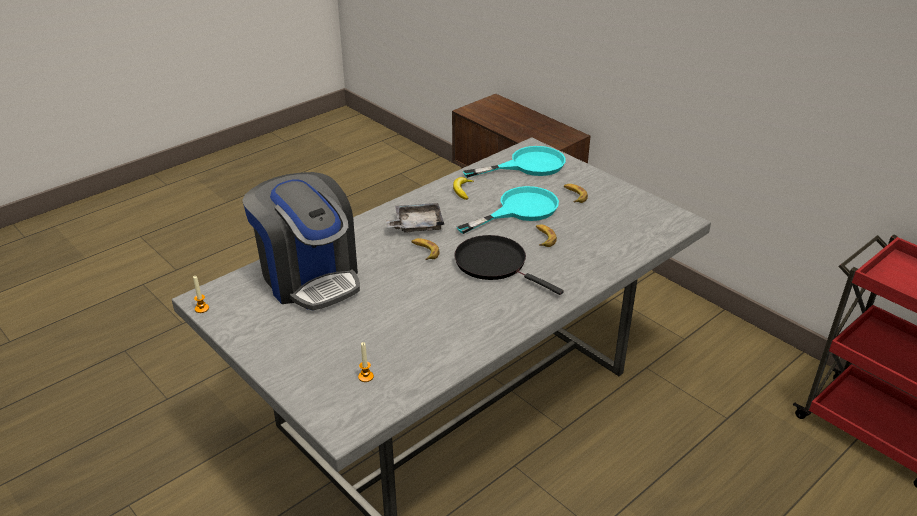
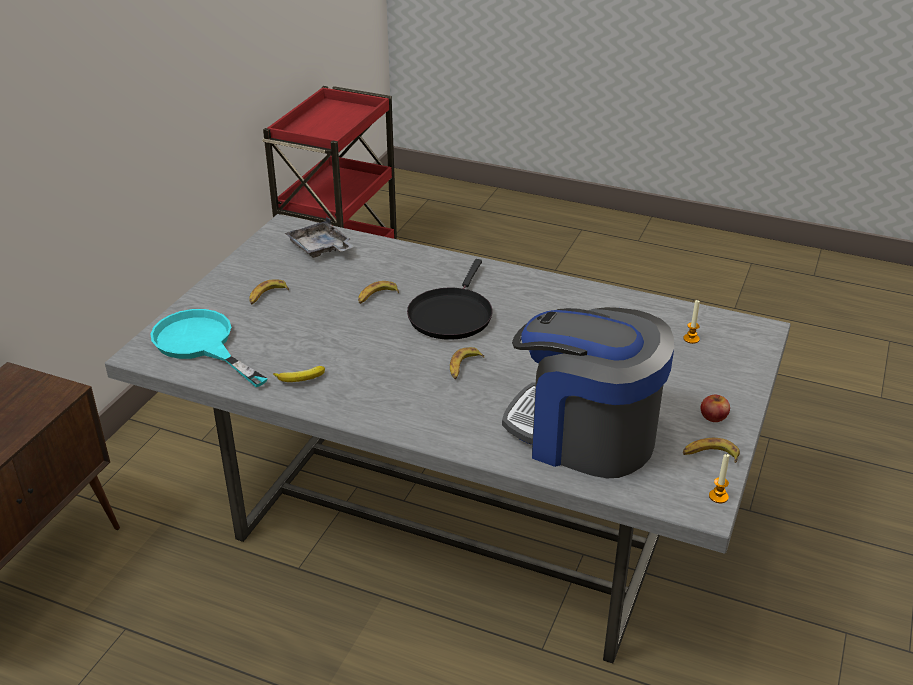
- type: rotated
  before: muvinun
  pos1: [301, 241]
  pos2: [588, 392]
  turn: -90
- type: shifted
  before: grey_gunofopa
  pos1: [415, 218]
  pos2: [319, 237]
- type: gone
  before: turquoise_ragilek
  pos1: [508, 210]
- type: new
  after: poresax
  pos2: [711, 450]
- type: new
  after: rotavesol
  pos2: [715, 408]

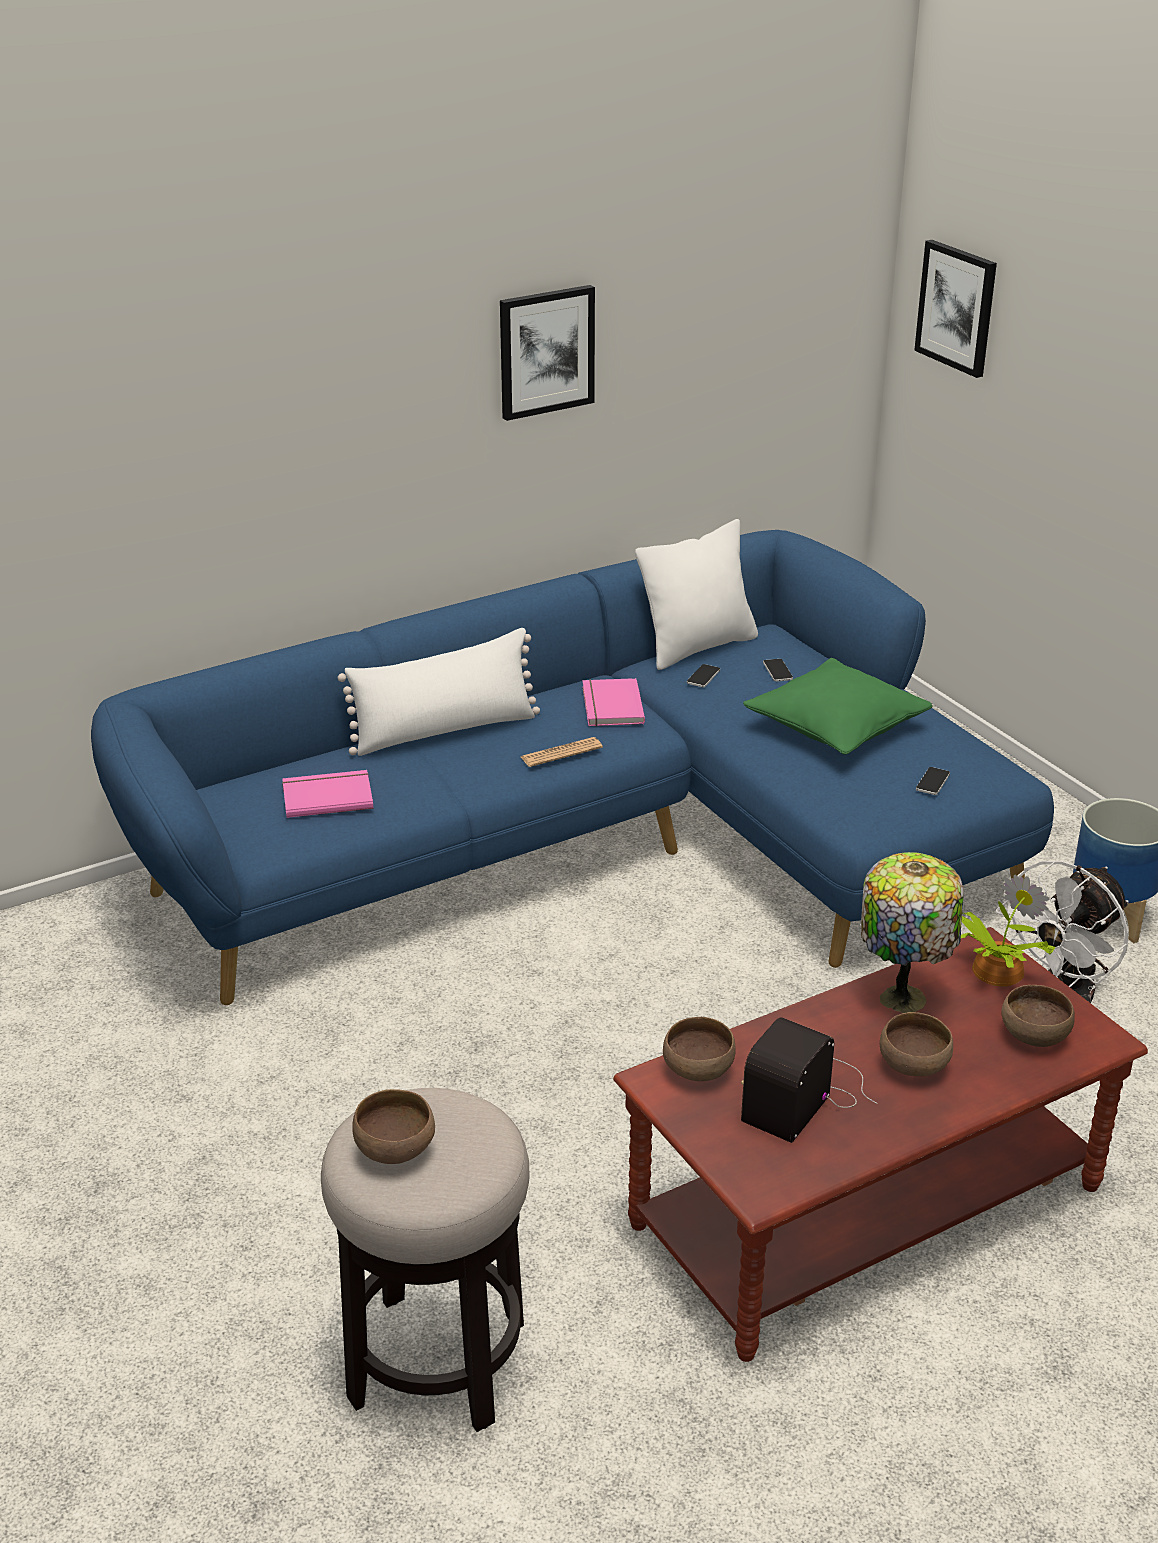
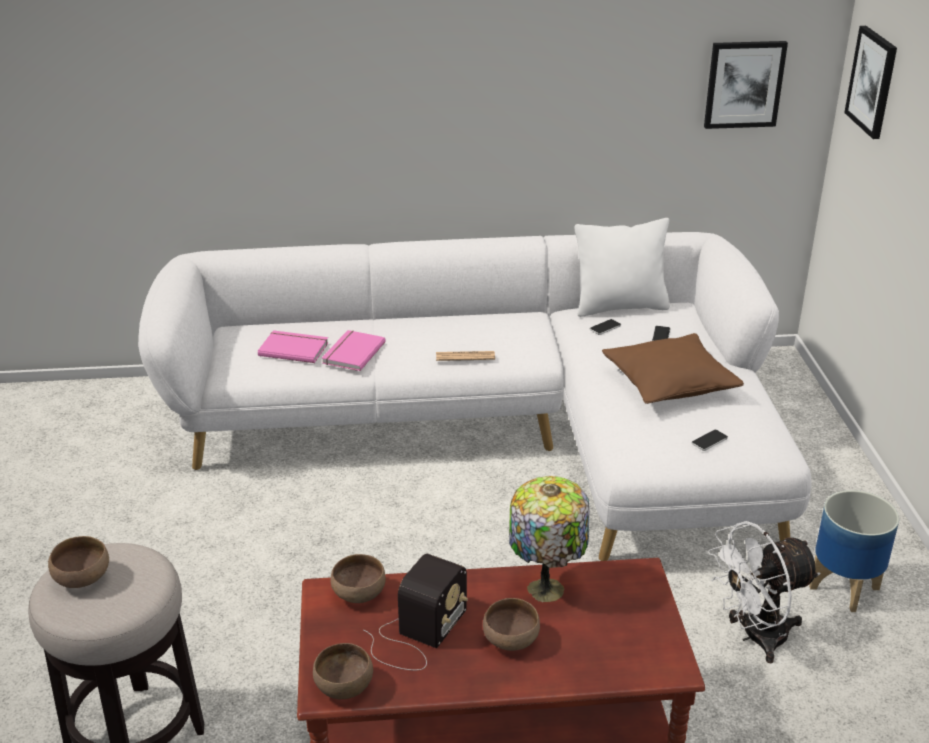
- type: repainted
  before: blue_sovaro
  after: white_sovaro
  pos1: [572, 767]
  pos2: [475, 396]
- type: gone
  before: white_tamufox
  pos1: [439, 692]
- type: shifted
  before: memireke
  pos1: [547, 353]
  pos2: [746, 85]
- type: shifted
  before: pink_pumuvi
  pos1: [613, 702]
  pos2: [353, 350]
- type: rotated
  before: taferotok
  pos1: [809, 1080]
  pos2: [415, 612]
  turn: 150
- type: repainted
  before: green_tamufox
  after: brown_tamufox
  pos1: [837, 706]
  pos2: [673, 368]
- type: gone
  before: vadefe
  pos1: [1008, 930]
- type: shifted
  before: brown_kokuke
  pos1: [1038, 1016]
  pos2: [343, 671]

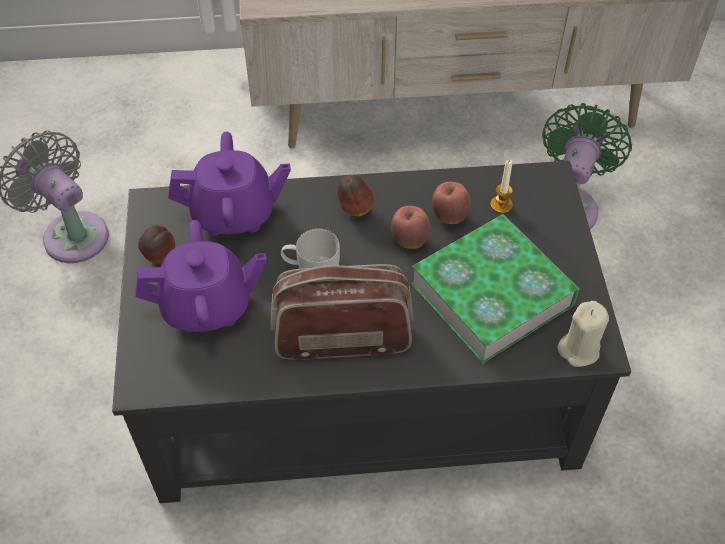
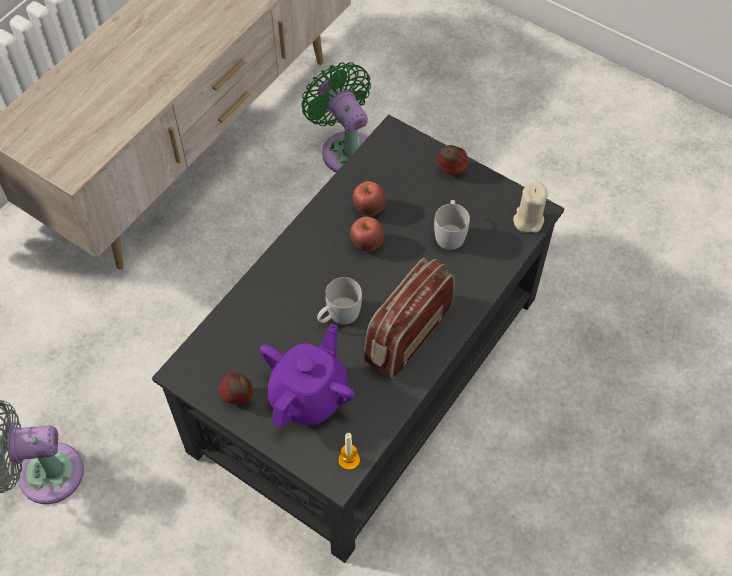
- type: gone
  before: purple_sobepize
  pos1: [229, 184]
- type: shifted
  before: rotavesol
  pos1: [355, 195]
  pos2: [453, 160]
- type: swapped
  before: pumuvi
  after: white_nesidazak
  pos1: [495, 289]
  pos2: [452, 225]
- type: shifted
  before: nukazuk
  pos1: [501, 187]
  pos2: [349, 451]

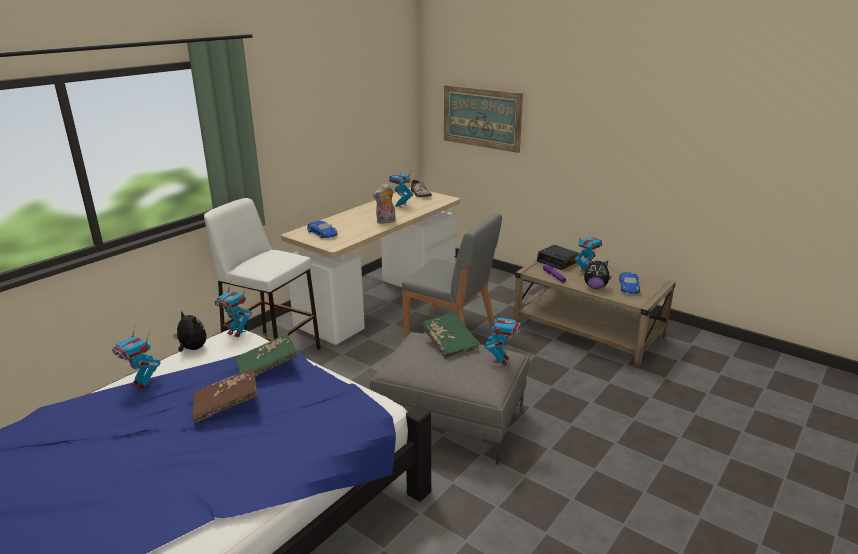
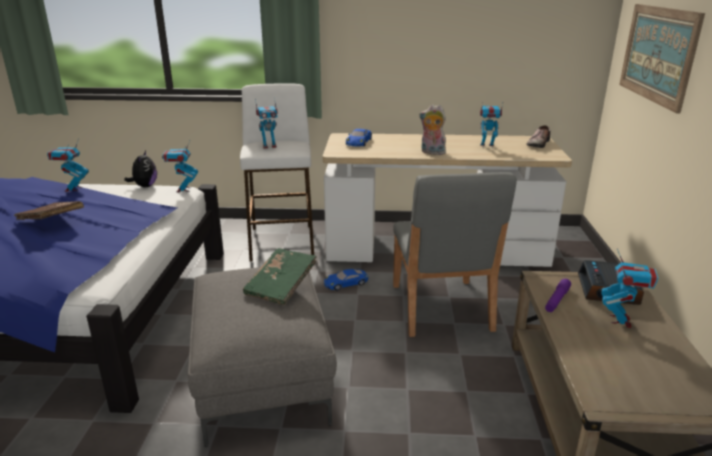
- type: gone
  before: green_pumuvi
  pos1: [266, 355]
- type: shifted
  before: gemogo
  pos1: [503, 337]
  pos2: [266, 123]
- type: gone
  before: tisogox
  pos1: [598, 274]
- type: shifted
  before: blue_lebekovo
  pos1: [629, 283]
  pos2: [346, 280]

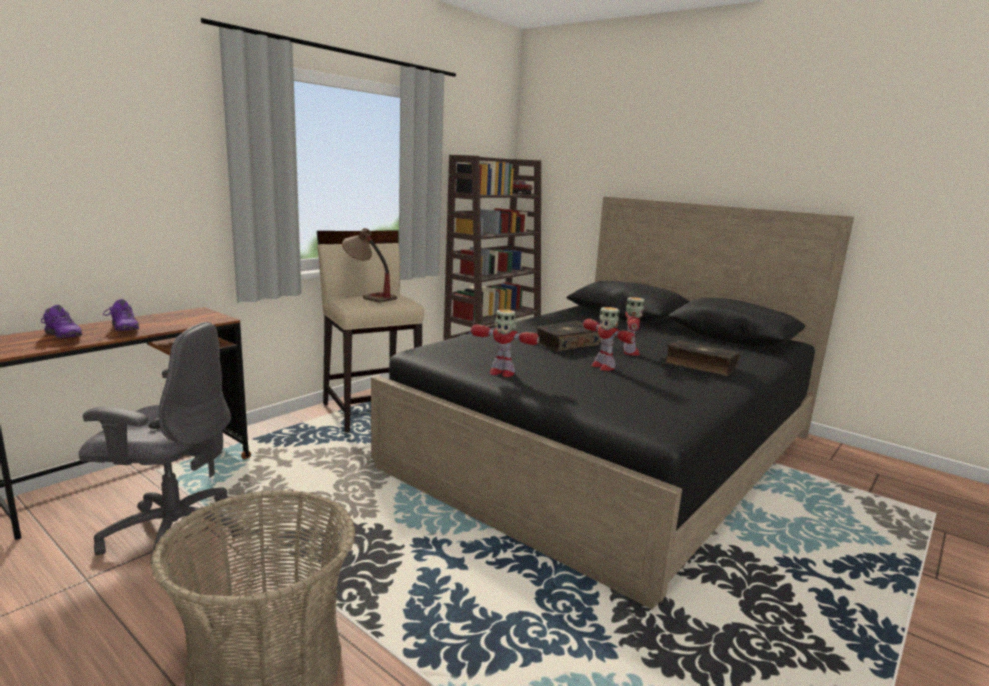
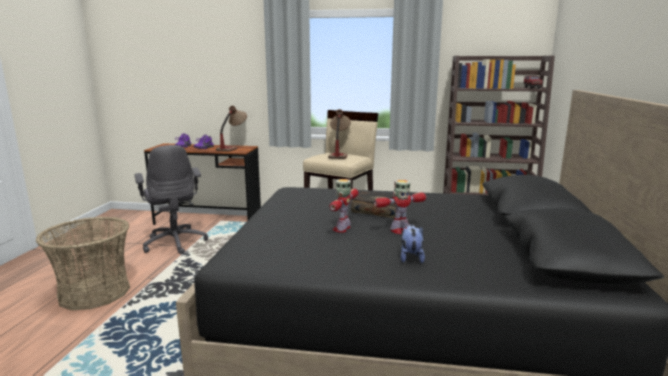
- type: gone
  before: gemogo
  pos1: [505, 343]
- type: swapped
  before: pumuvi
  after: tisogox
  pos1: [702, 358]
  pos2: [413, 243]
- type: new
  after: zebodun
  pos2: [231, 129]

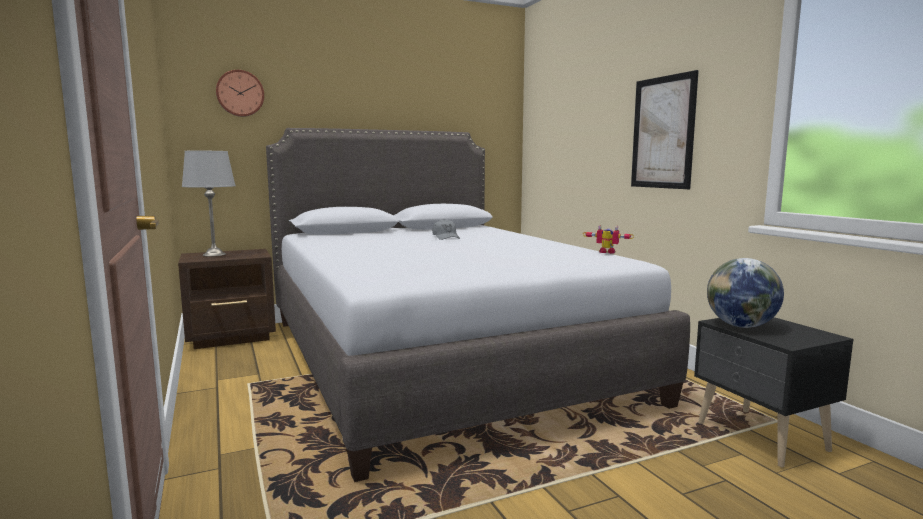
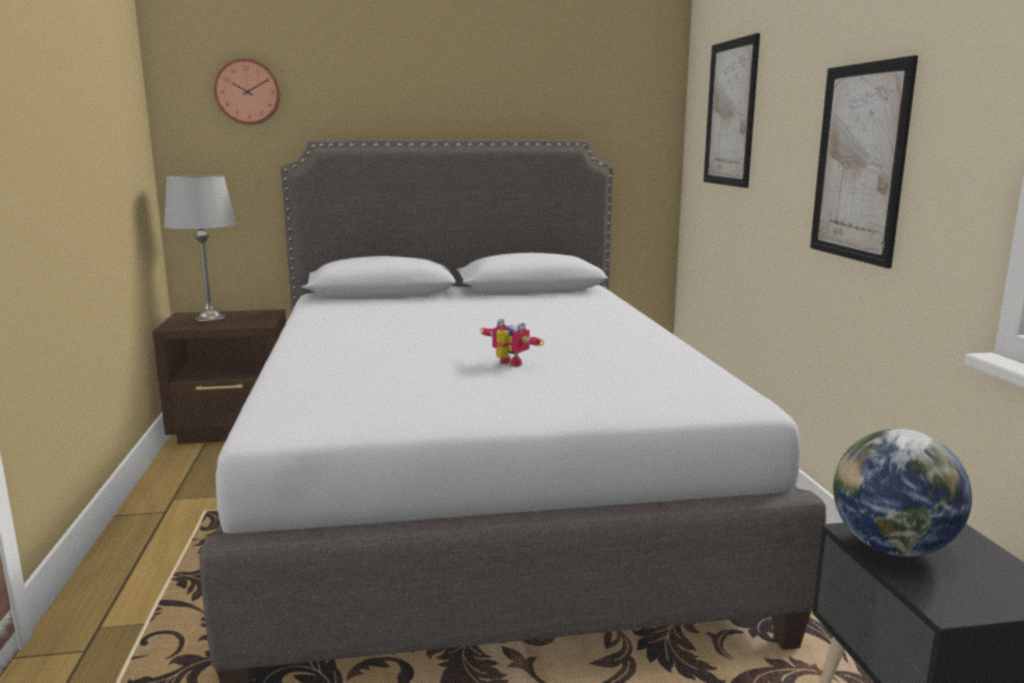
- type: gone
  before: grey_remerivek
  pos1: [446, 229]
- type: shifted
  before: gemogo
  pos1: [608, 239]
  pos2: [512, 342]
- type: new
  after: memireke
  pos2: [731, 110]

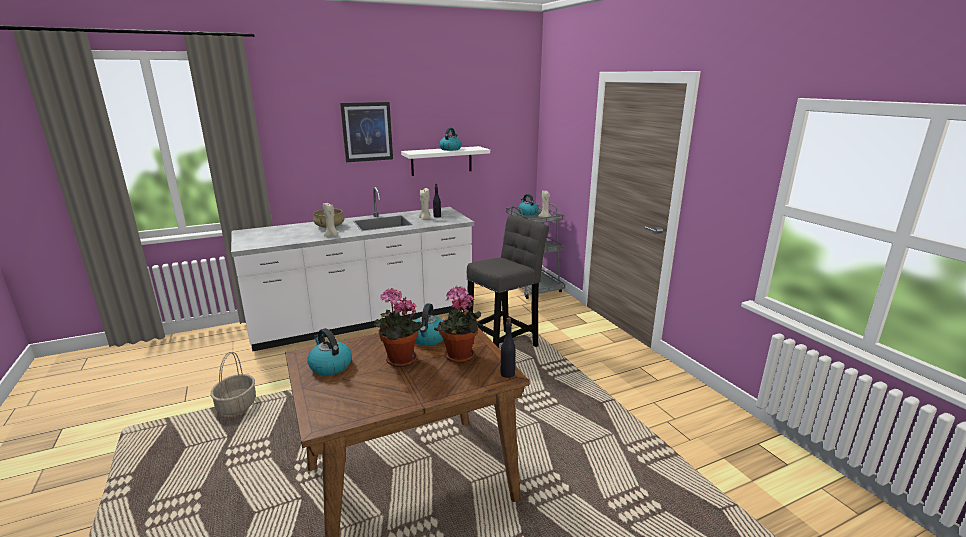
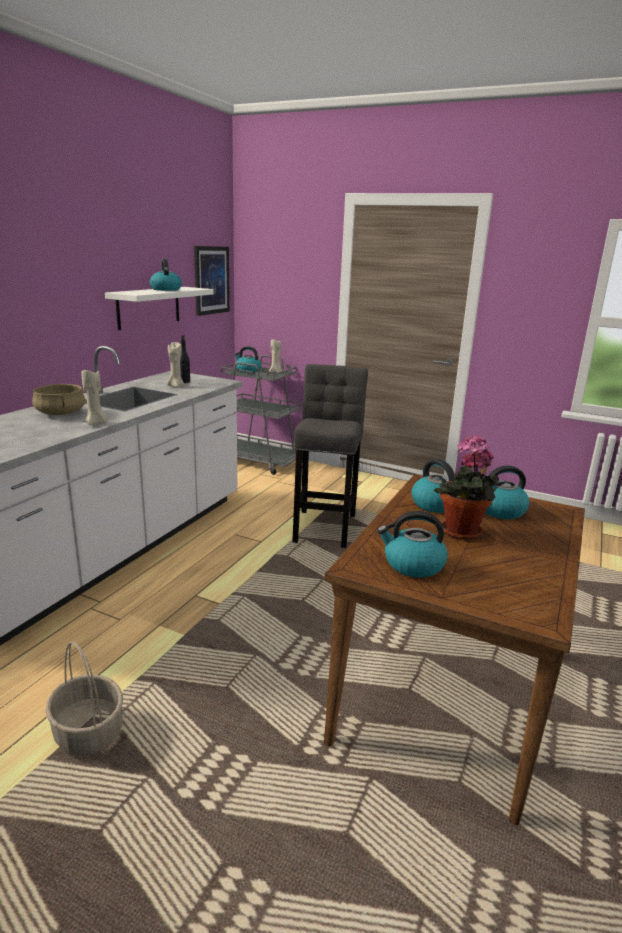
- type: shifted
  before: memireke
  pos1: [366, 132]
  pos2: [212, 281]
- type: swapped
  before: vadefe
  after: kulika
  pos1: [457, 324]
  pos2: [507, 492]
- type: gone
  before: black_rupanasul
  pos1: [508, 347]

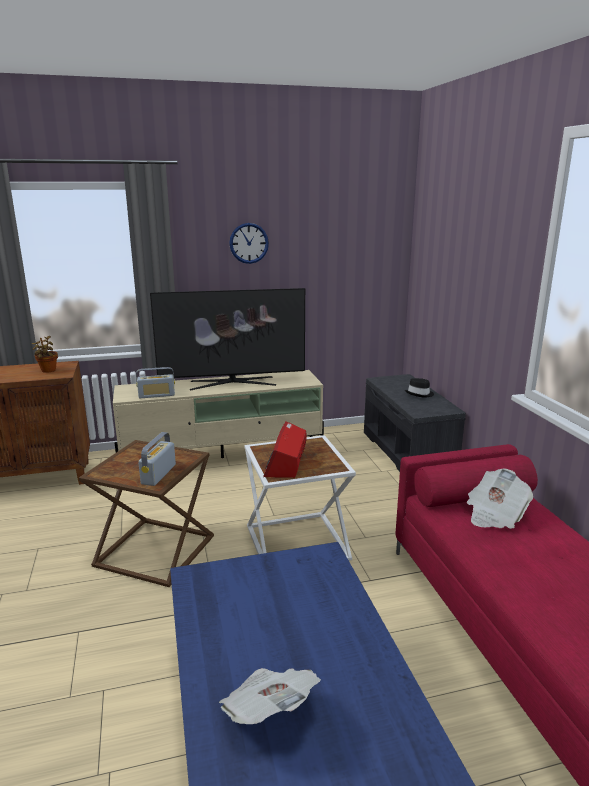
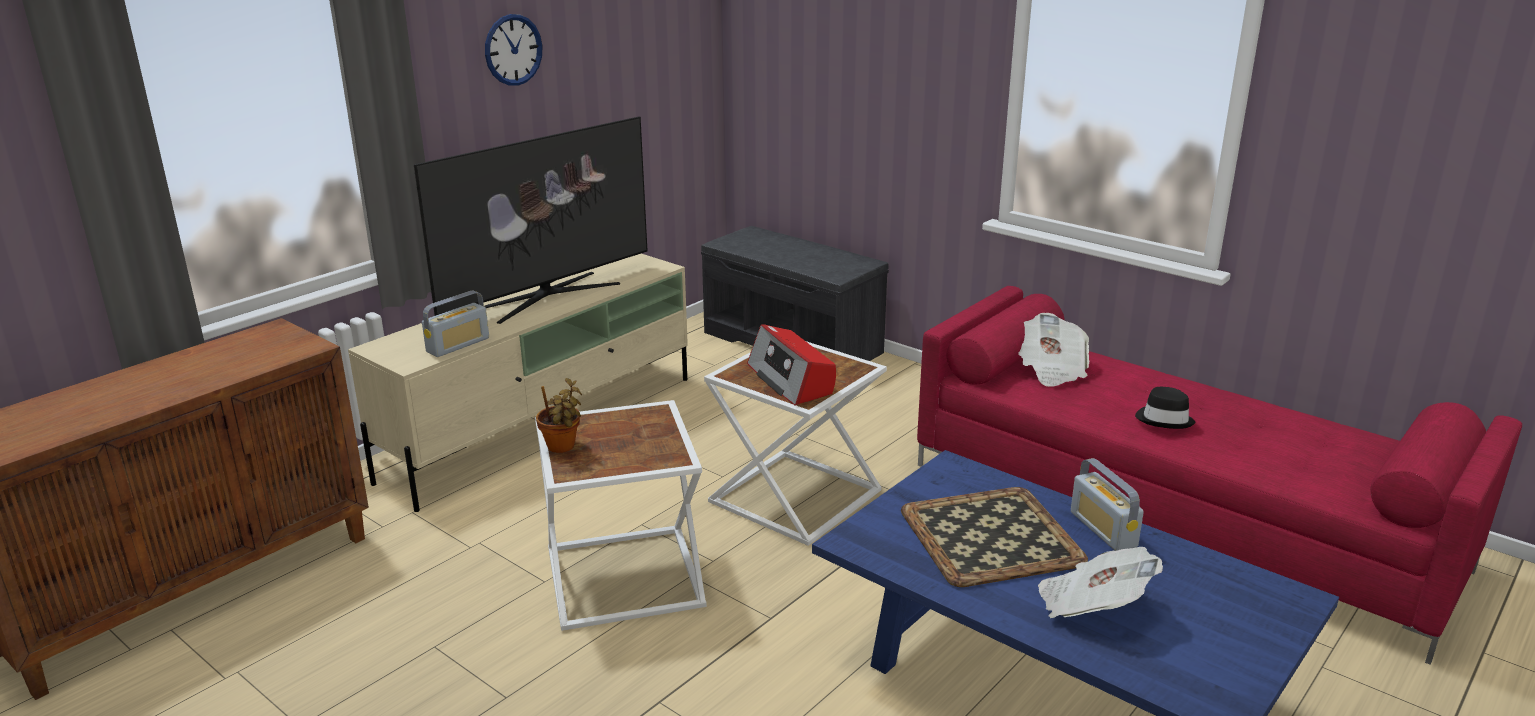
- type: shifted
  before: vadefe
  pos1: [45, 354]
  pos2: [559, 415]
- type: repainted
  before: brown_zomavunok
  after: white_zomavunok
  pos1: [146, 513]
  pos2: [621, 515]
- type: shifted
  before: taferotok
  pos1: [157, 459]
  pos2: [1107, 504]
- type: shifted
  before: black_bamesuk
  pos1: [419, 388]
  pos2: [1165, 408]
- type: new
  after: gunofopa
  pos2: [994, 537]

